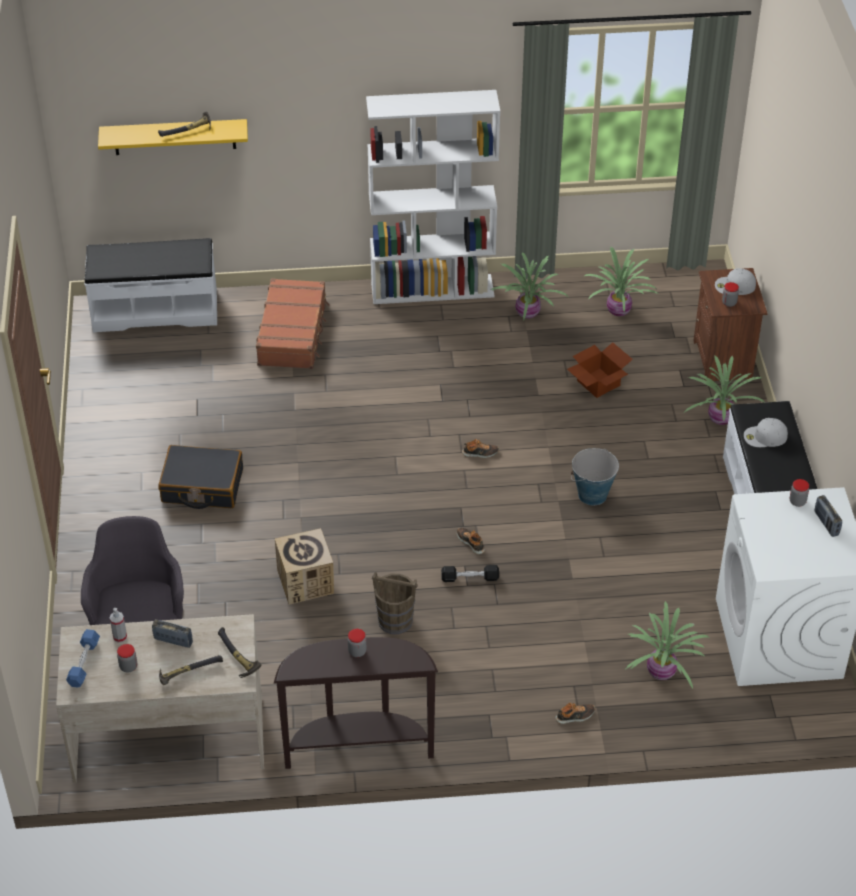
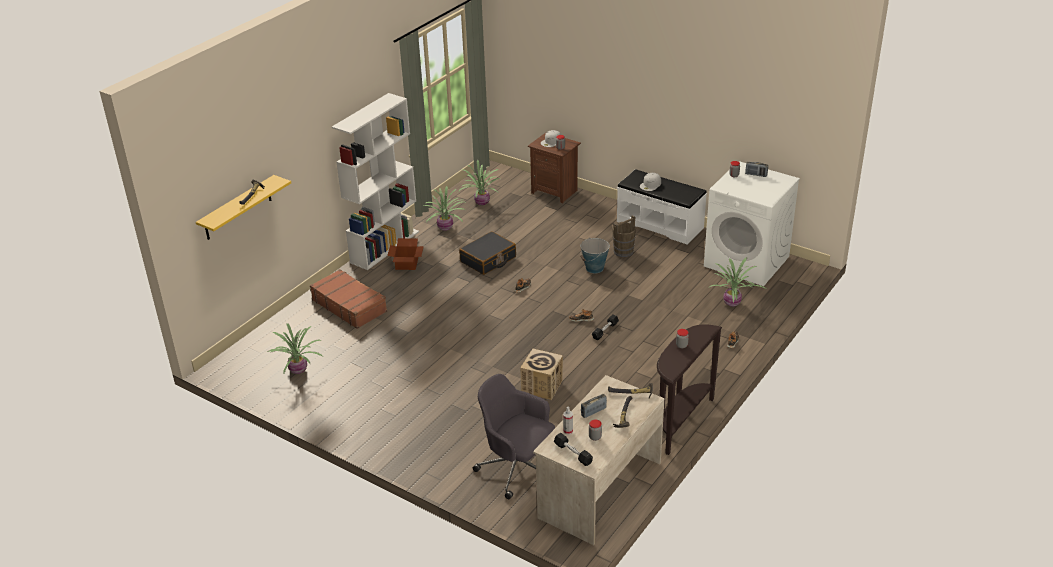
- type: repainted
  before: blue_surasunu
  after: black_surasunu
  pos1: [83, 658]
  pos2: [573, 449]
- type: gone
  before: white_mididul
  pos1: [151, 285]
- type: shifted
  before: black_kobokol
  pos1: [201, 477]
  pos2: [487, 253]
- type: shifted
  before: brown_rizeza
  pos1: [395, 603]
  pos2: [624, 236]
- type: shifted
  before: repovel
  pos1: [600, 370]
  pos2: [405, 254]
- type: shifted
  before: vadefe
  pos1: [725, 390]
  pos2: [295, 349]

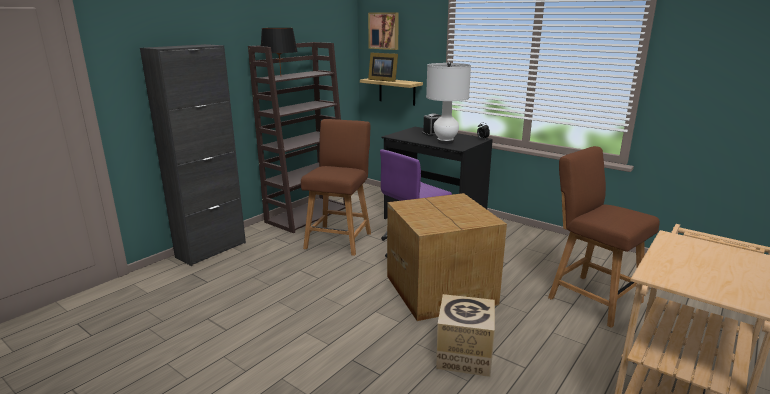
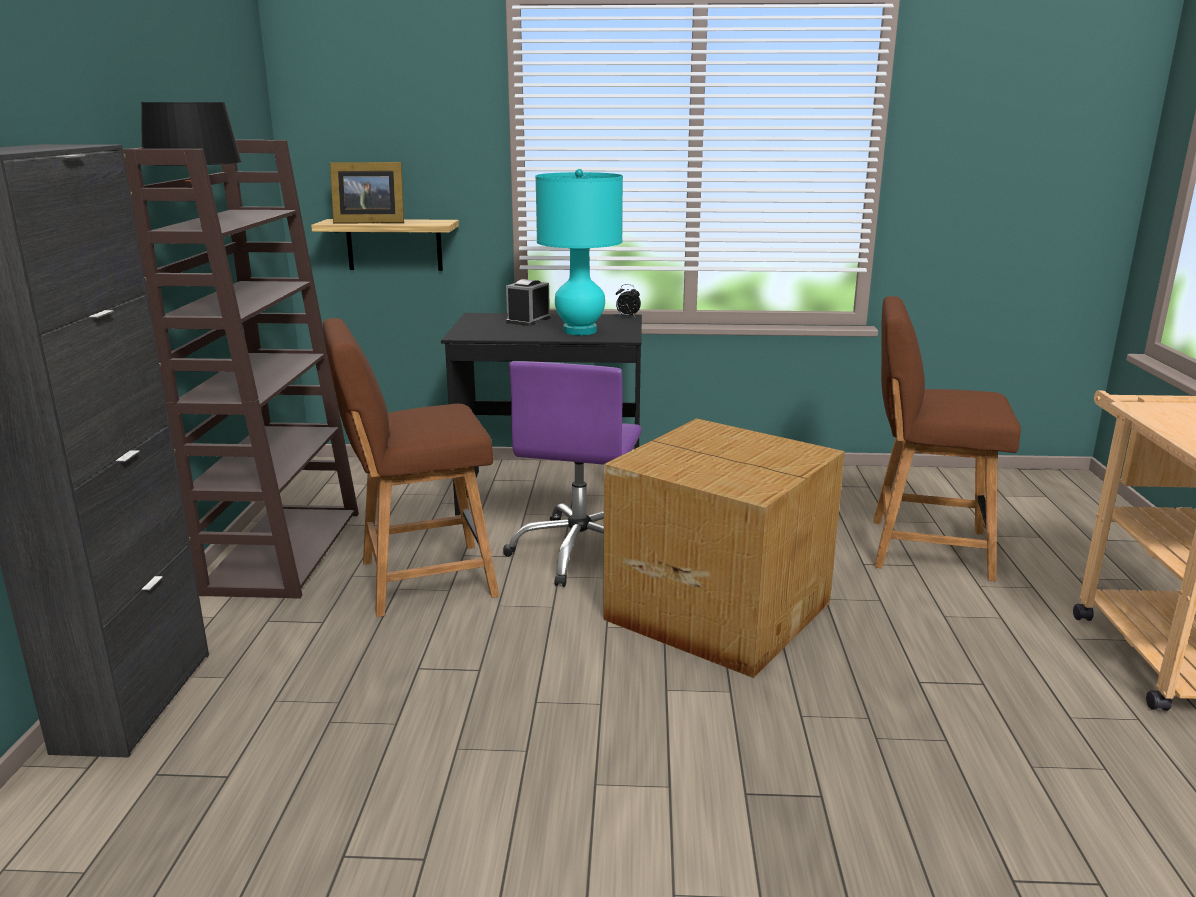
- type: rotated
  before: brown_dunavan
  pos1: [336, 187]
  pos2: [411, 467]
  turn: -90
- type: gone
  before: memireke
  pos1: [383, 31]
- type: repainted
  before: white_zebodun
  after: turquoise_zebodun
  pos1: [448, 103]
  pos2: [579, 252]
- type: gone
  before: repovel
  pos1: [465, 335]

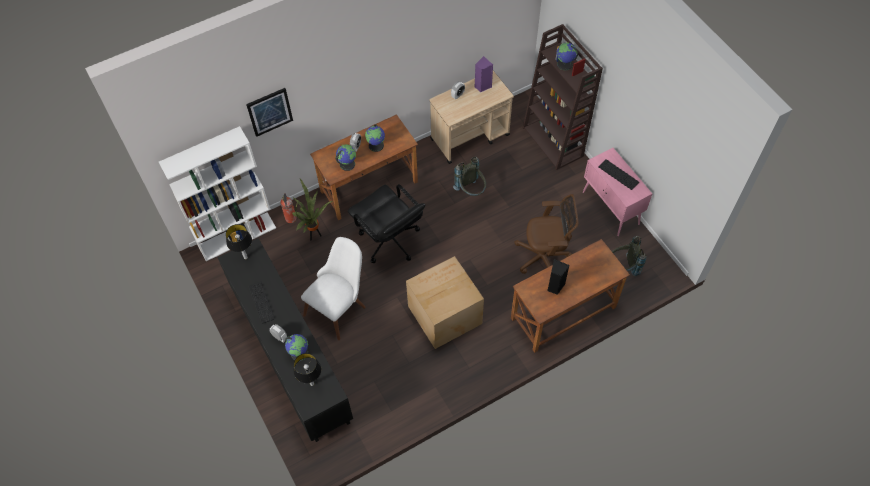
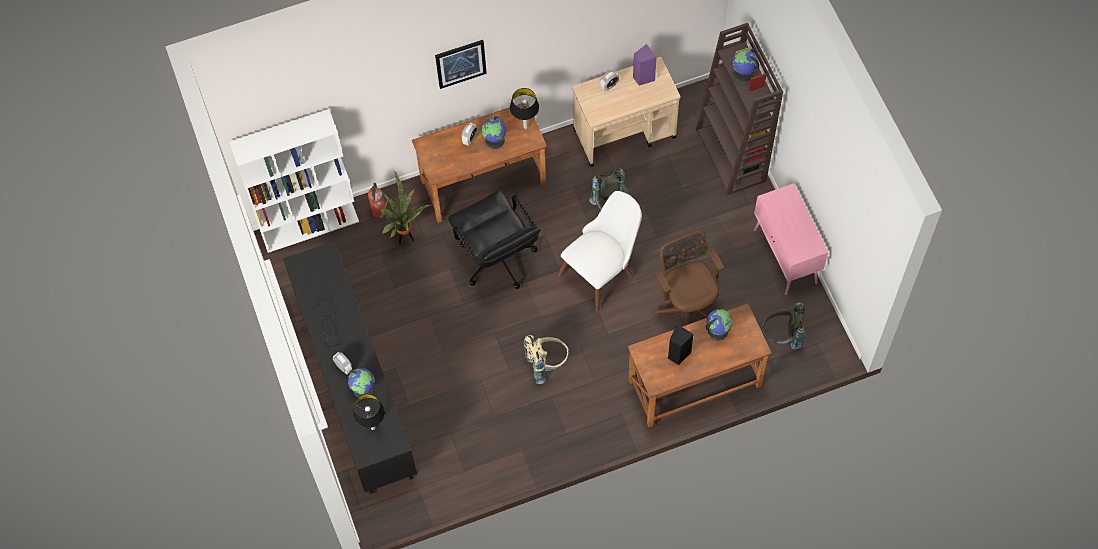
- type: shifted
  before: zebodun
  pos1: [239, 241]
  pos2: [524, 108]
- type: shifted
  before: memireke
  pos1: [269, 112]
  pos2: [461, 64]
- type: shifted
  before: white_dunavan
  pos1: [333, 288]
  pos2: [600, 251]
- type: shifted
  before: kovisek
  pos1: [345, 157]
  pos2: [719, 324]
- type: swapped
  before: repovel
  after: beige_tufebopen
  pos1: [445, 302]
  pos2: [546, 359]
- type: rotated
  before: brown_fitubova
  pos1: [546, 234]
  pos2: [688, 278]
  turn: -120
- type: gone
  before: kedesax
  pos1: [618, 174]

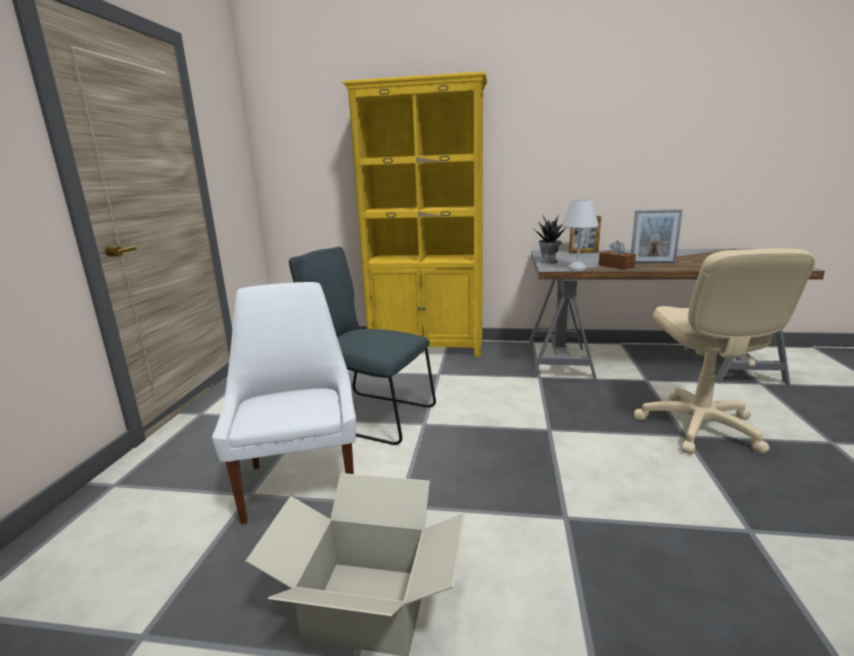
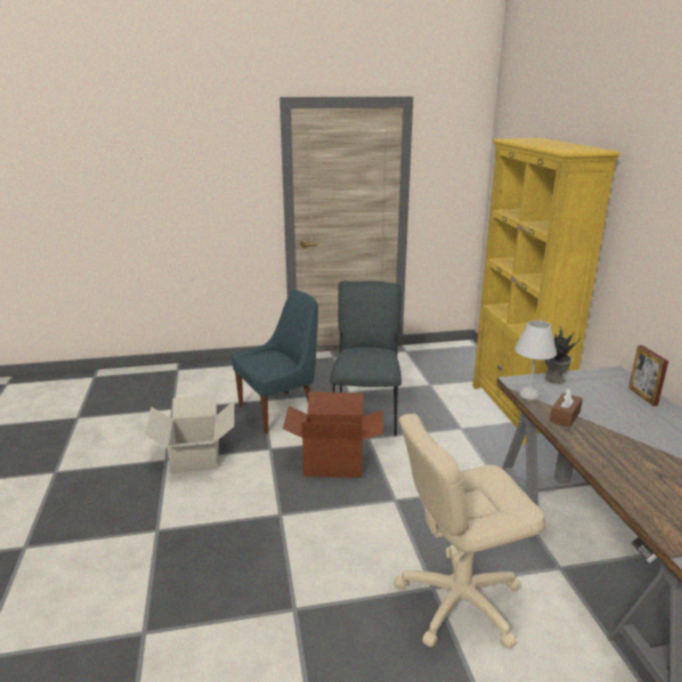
- type: repainted
  before: white_dunavan
  after: blue_dunavan
  pos1: [284, 403]
  pos2: [275, 361]
- type: gone
  before: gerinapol
  pos1: [657, 236]
- type: new
  after: repovel
  pos2: [333, 435]

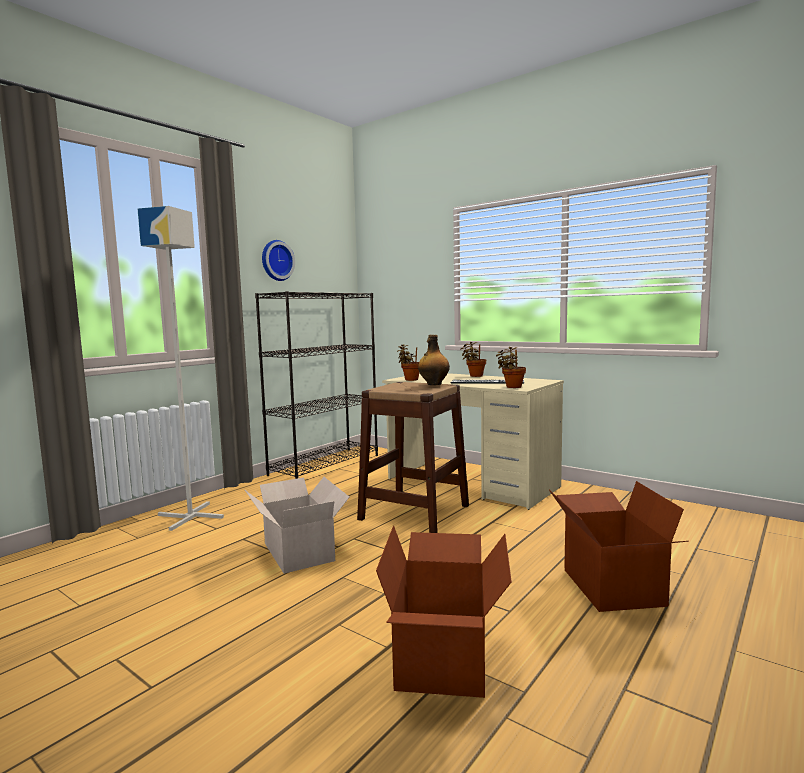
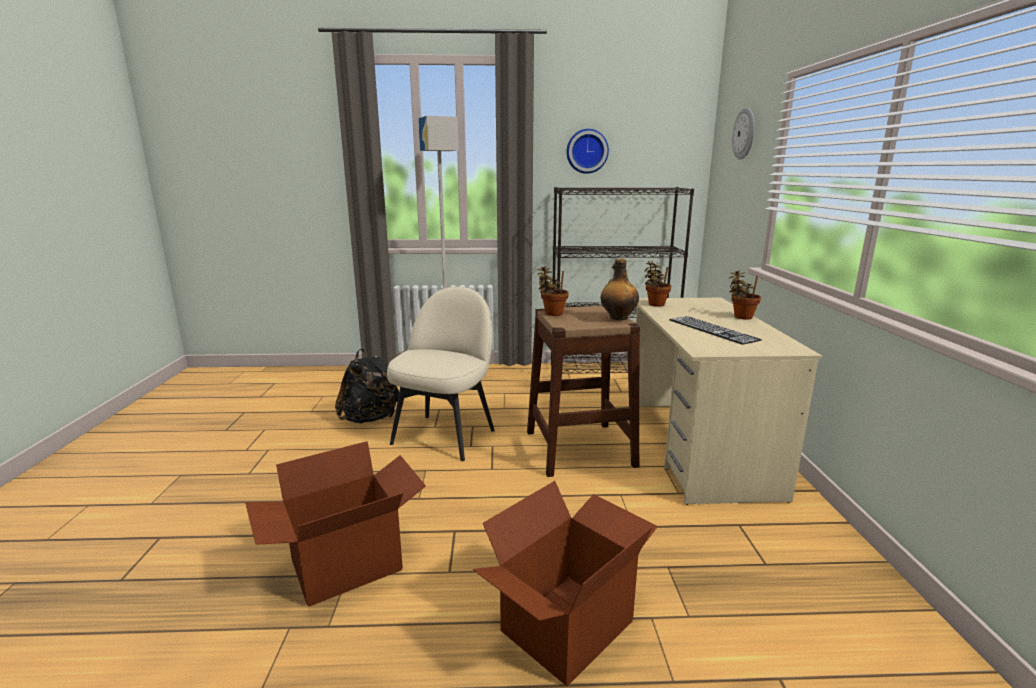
- type: swapped
  before: repovel
  after: beige_dunavan
  pos1: [297, 525]
  pos2: [441, 373]
- type: shifted
  before: vadefe
  pos1: [511, 367]
  pos2: [553, 291]
- type: new
  after: black_tufebopen
  pos2: [367, 386]
- type: new
  after: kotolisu
  pos2: [743, 134]

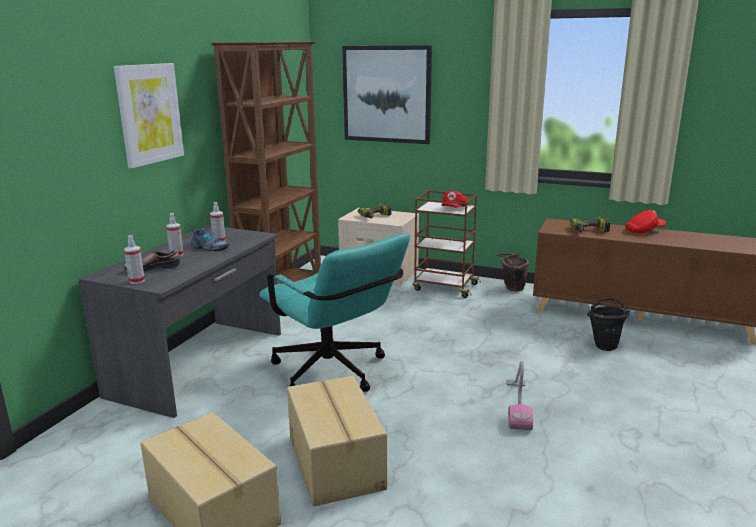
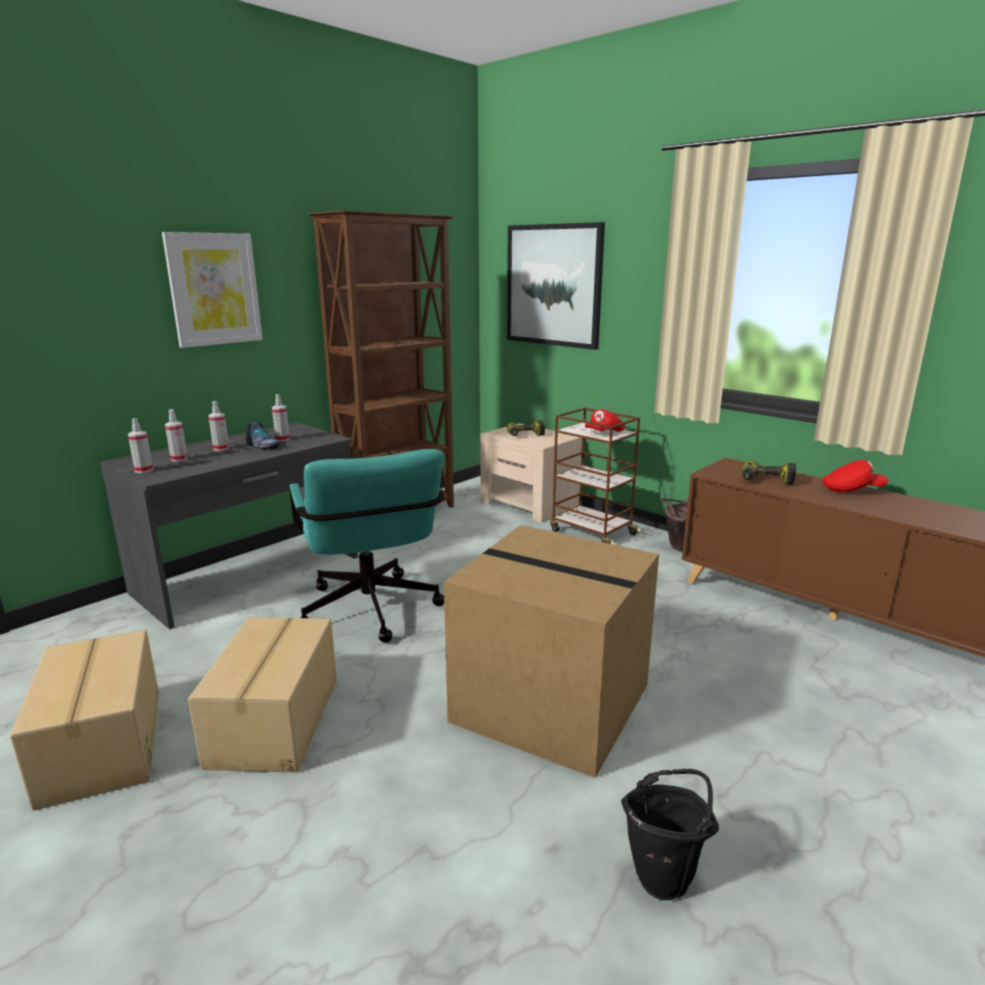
- type: swapped
  before: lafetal
  after: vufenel
  pos1: [152, 261]
  pos2: [176, 435]
- type: swapped
  before: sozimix
  after: repovel
  pos1: [519, 395]
  pos2: [551, 651]
- type: shifted
  before: black_rizeza
  pos1: [608, 324]
  pos2: [670, 834]

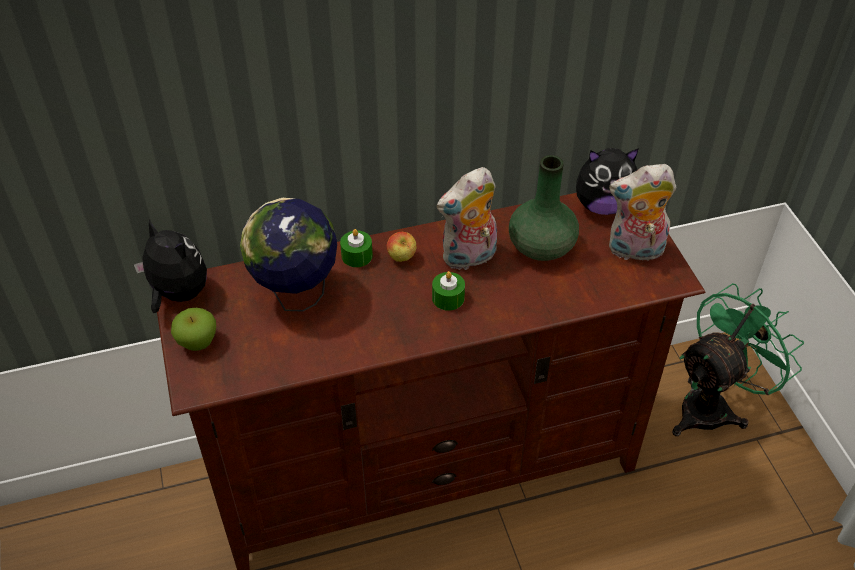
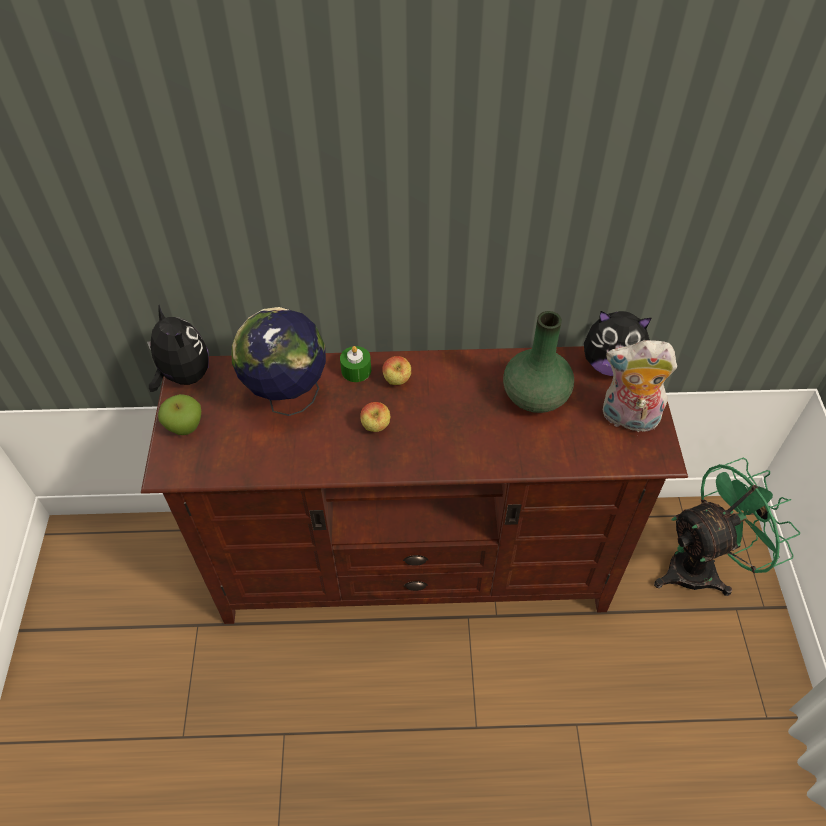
- type: gone
  before: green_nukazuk
  pos1: [448, 291]
- type: gone
  before: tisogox
  pos1: [467, 219]
- type: new
  after: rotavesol
  pos2: [375, 417]

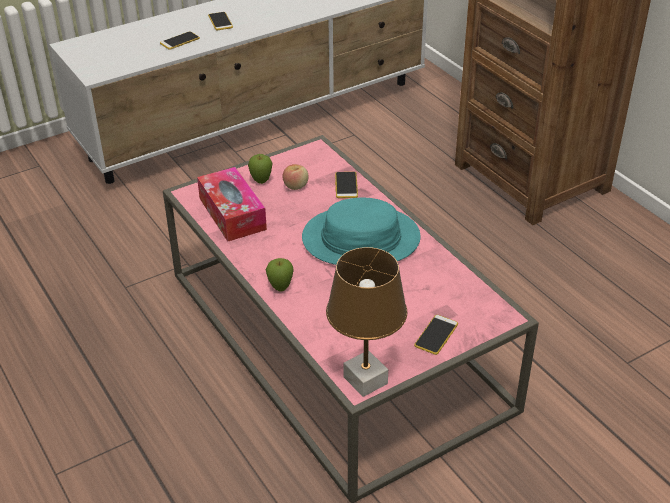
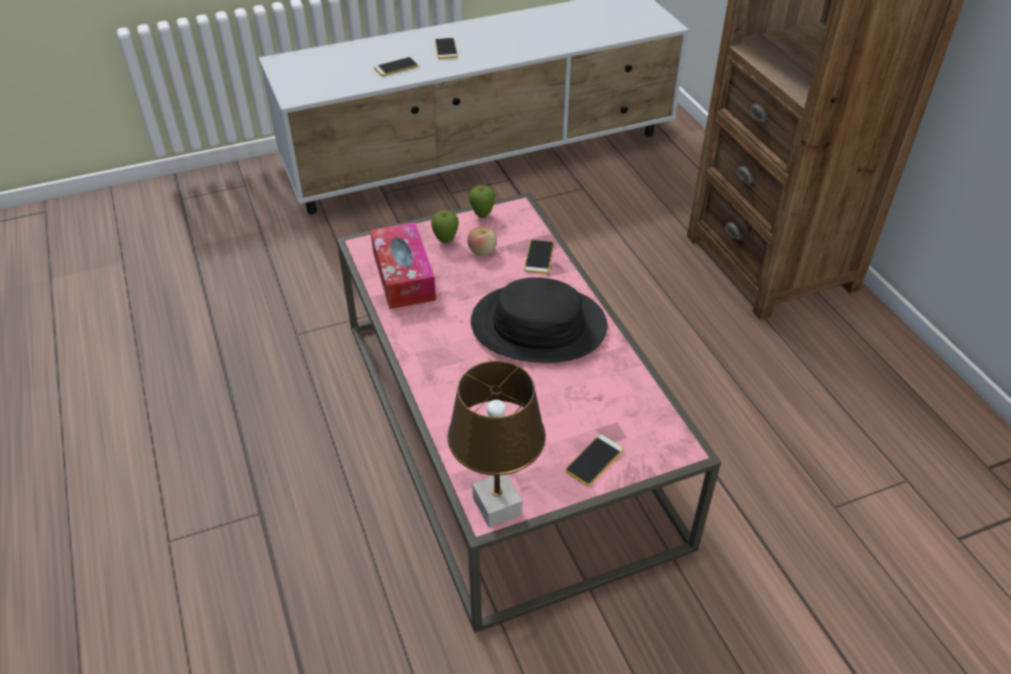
- type: shifted
  before: rotavesol
  pos1: [279, 275]
  pos2: [482, 201]
- type: repainted
  before: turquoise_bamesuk
  after: black_bamesuk
  pos1: [361, 231]
  pos2: [539, 320]

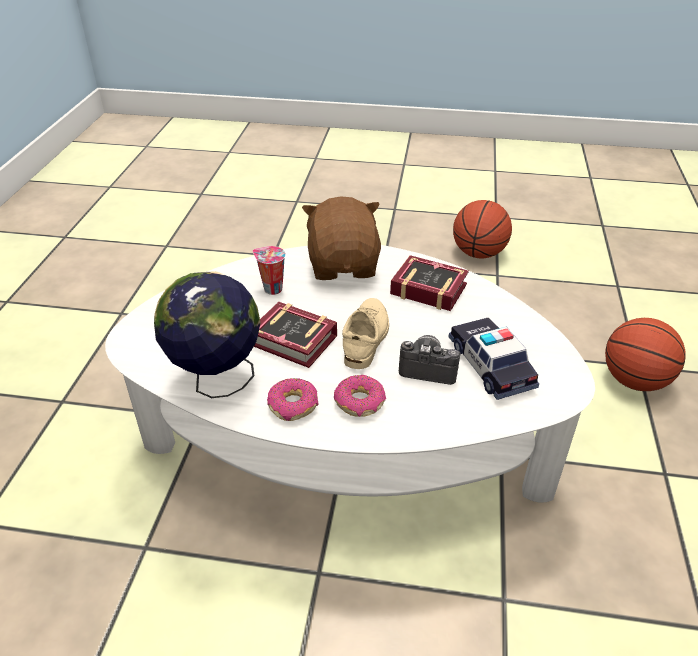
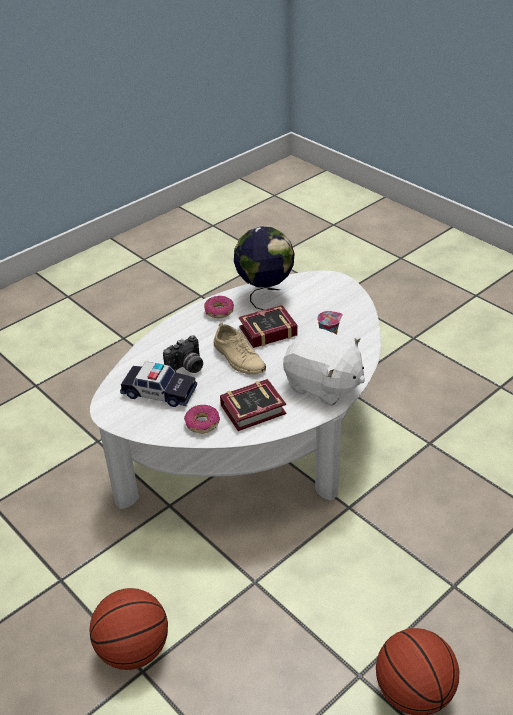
- type: repainted
  before: brown_tisogox
  after: white_tisogox
  pos1: [341, 238]
  pos2: [324, 367]
- type: shifted
  before: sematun
  pos1: [360, 396]
  pos2: [202, 419]

